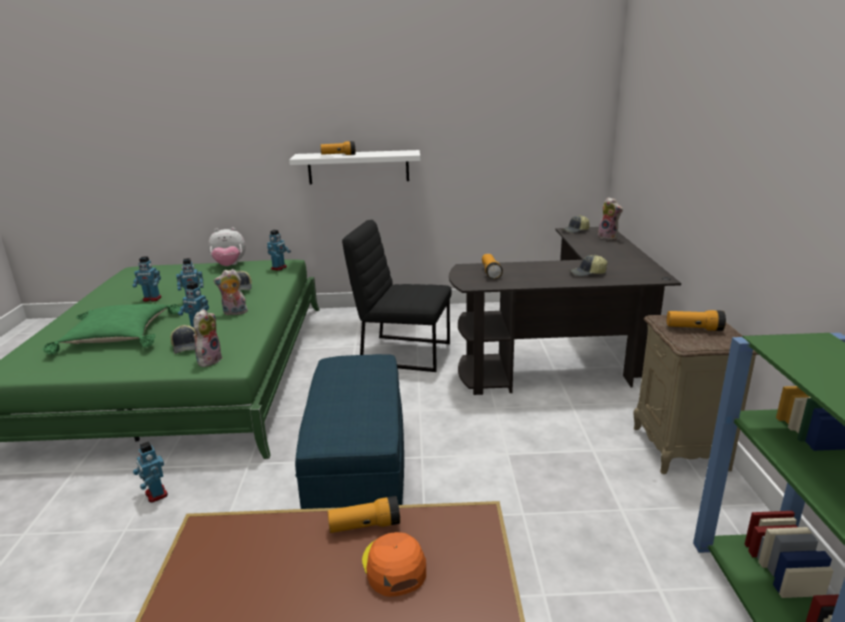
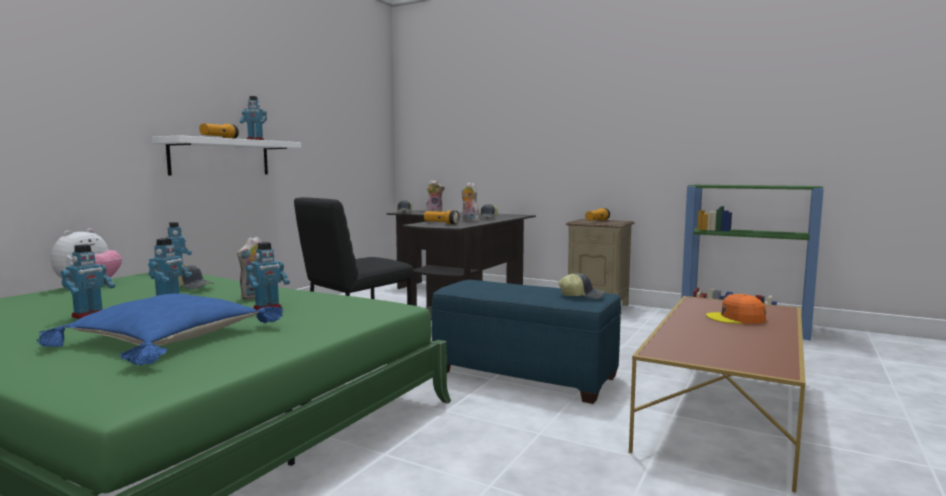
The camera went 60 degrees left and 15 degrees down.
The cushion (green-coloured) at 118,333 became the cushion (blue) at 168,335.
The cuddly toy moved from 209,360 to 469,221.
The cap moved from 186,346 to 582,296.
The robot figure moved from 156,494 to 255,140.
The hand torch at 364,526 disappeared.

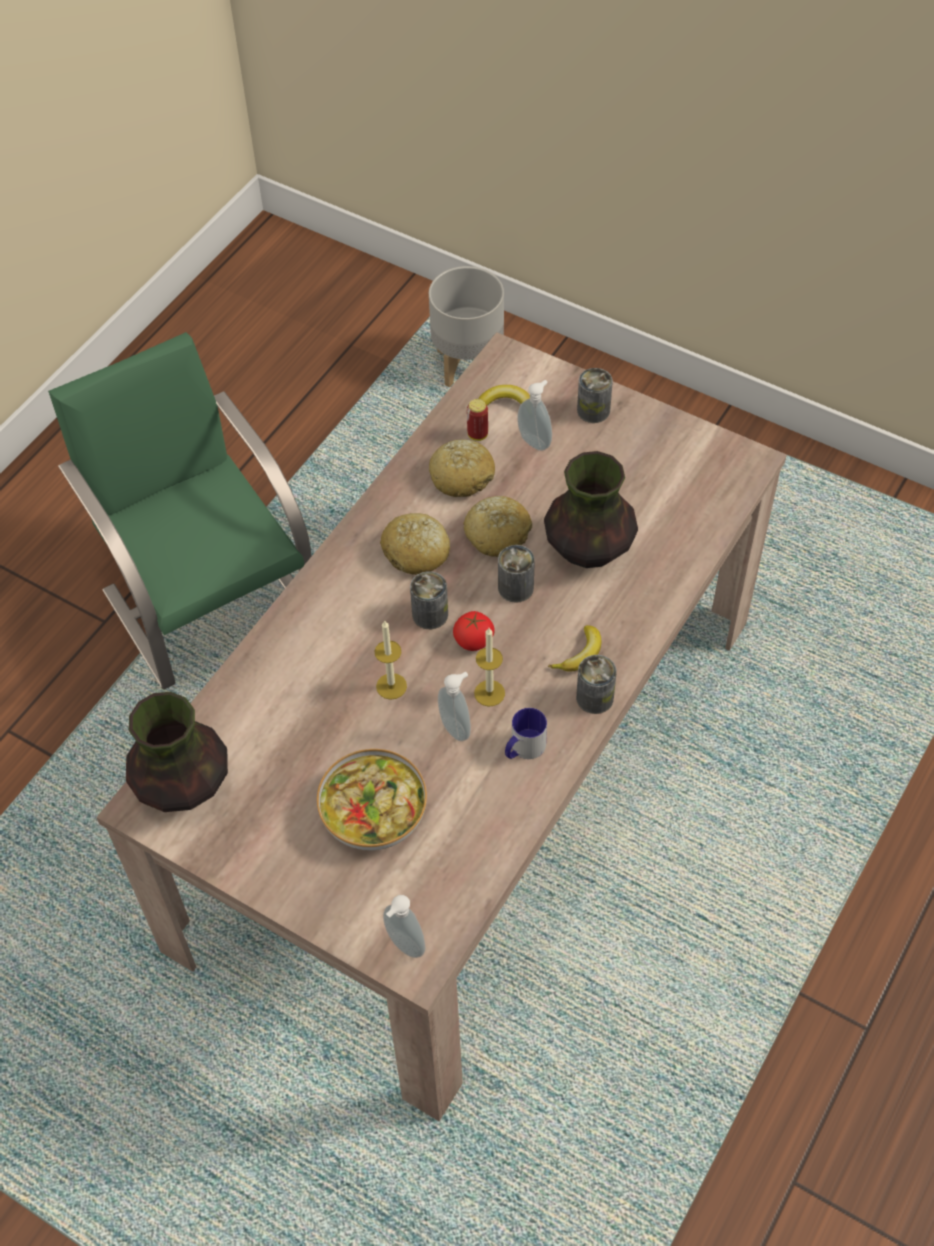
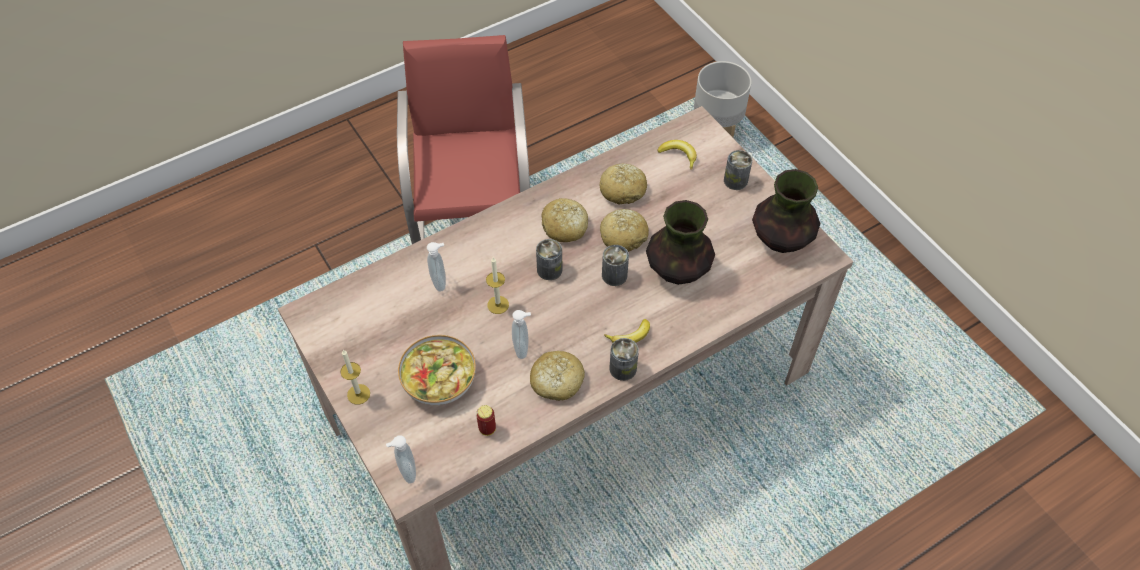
The camera went 25 degrees right and 0 degrees up.
The upright chair (green-coloured) at 209,599 became the upright chair (red) at 473,214.
The soap dispenser moved from 535,441 to 440,282.
The metal can moved from 477,435 to 487,428.
The whole tomato at 473,640 disappeared.
The wax candle moved from 489,693 to 358,394.
The vase moved from 184,786 to 781,239.
The mug at 523,749 was replaced by the bakery bread at 556,381.

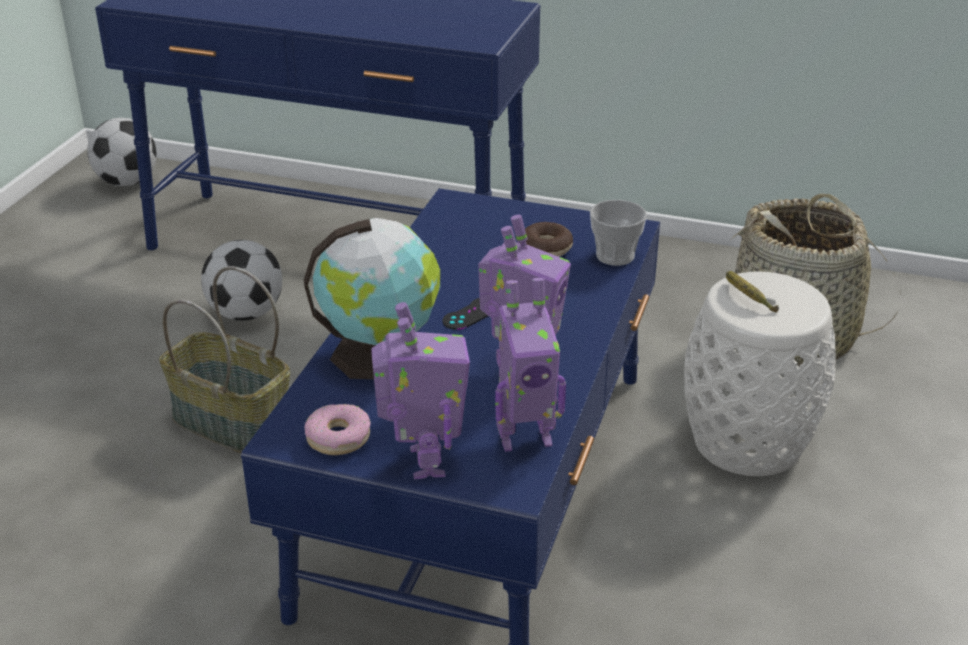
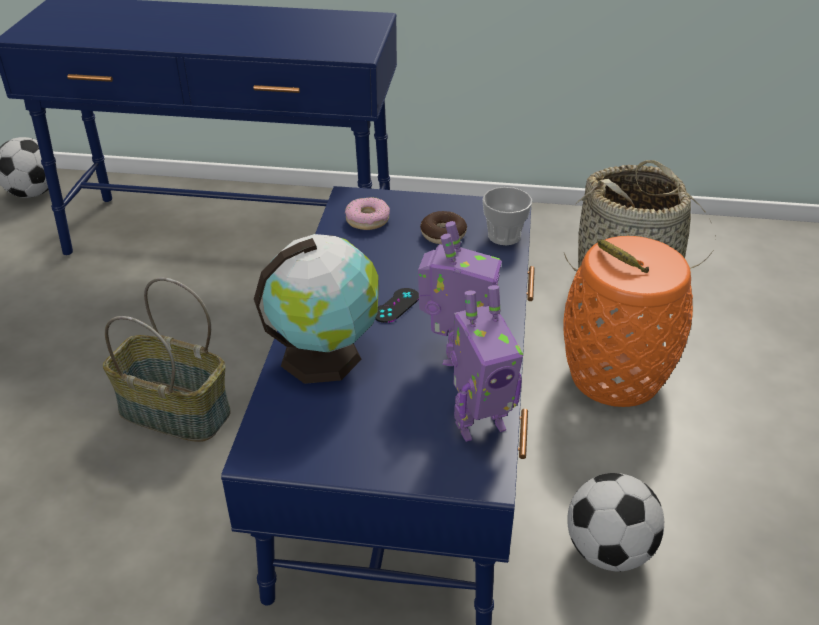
The camera went 10 degrees left and 5 degrees up.
The ball for football moved from 246,313 to 608,550.
The stool seat (white-coloured) at 748,442 became the stool seat (orangey) at 615,376.
The robot figure at 423,462 disappeared.
The doughnut moved from 338,437 to 367,220.

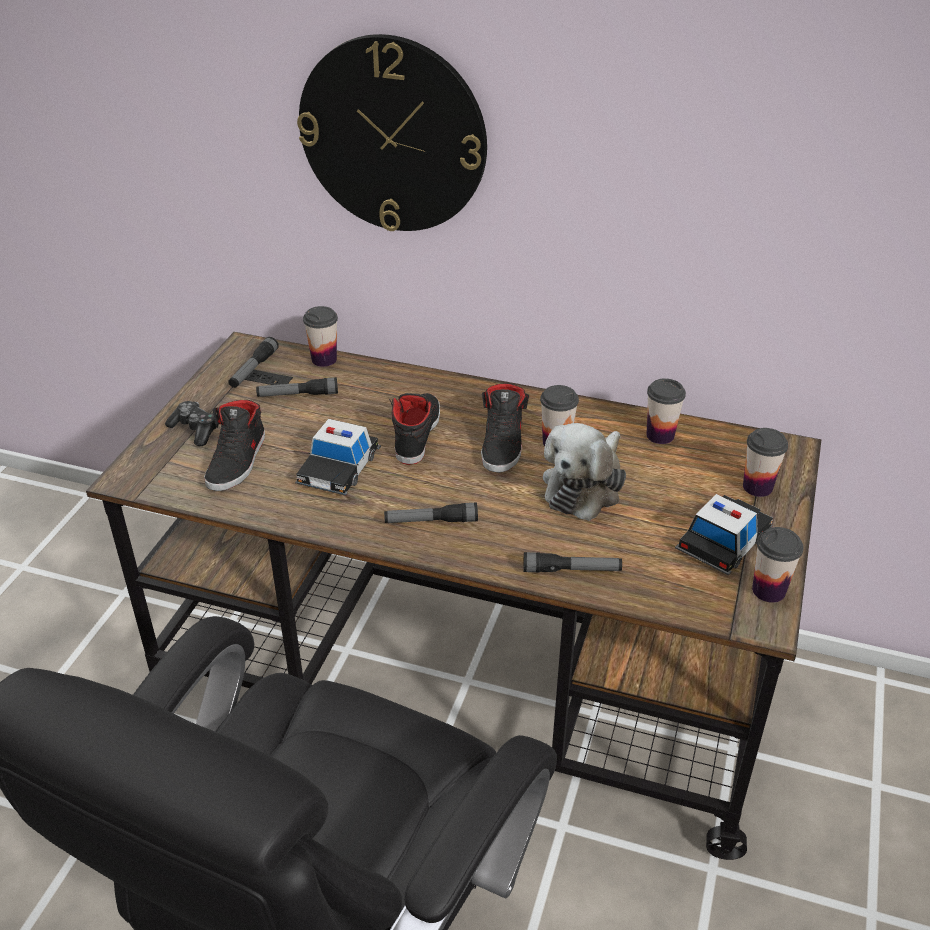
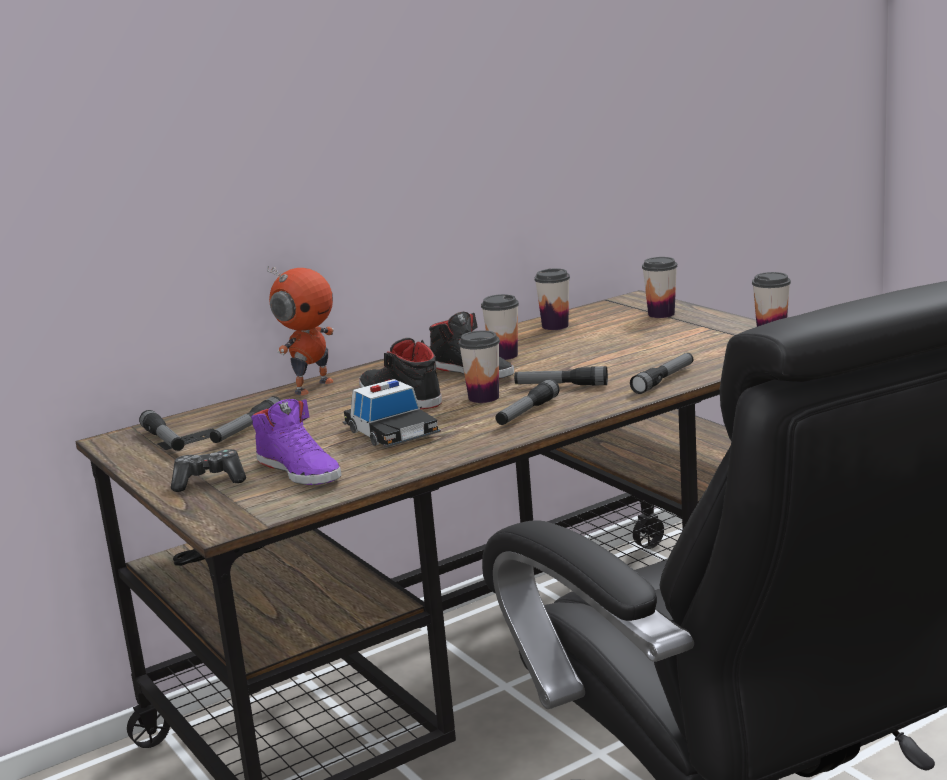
The camera went 50 degrees left and 20 degrees down.
The clock on the wall at 393,135 disappeared.
The small cup moved from 324,359 to 483,397.
The low shoe (blackish) at 238,461 became the low shoe (purplish) at 300,470.
The cuddly toy at 584,486 disappeared.
The miniature car at 723,541 disappeared.
The robot figure at 312,387 appeared.
The hand torch at 561,385 appeared.

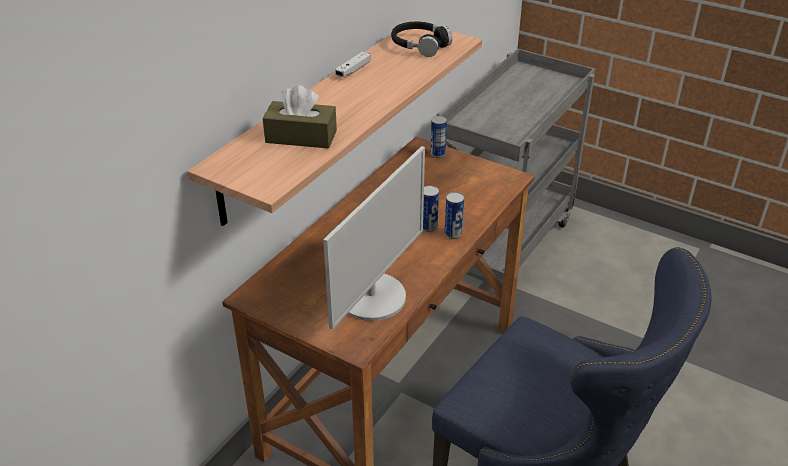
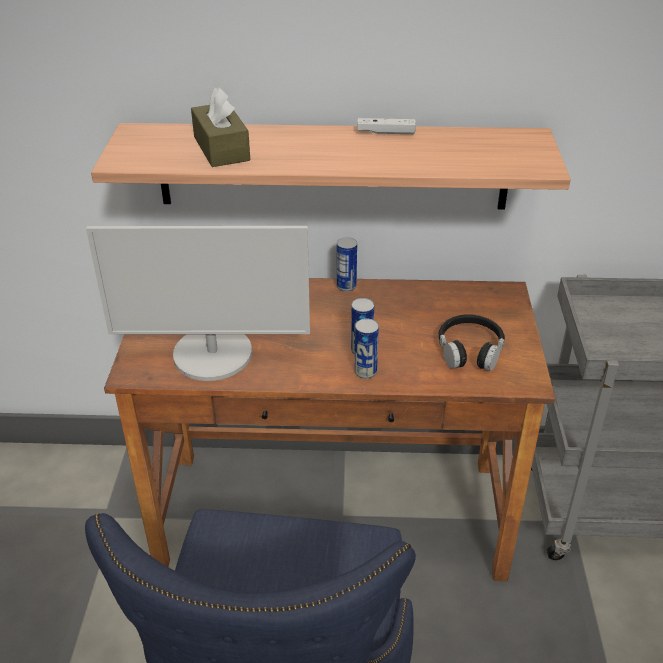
The camera went 60 degrees right and 0 degrees up.
The pair of headphones (blackish) moved from 420,45 to 470,350.
The metal can moved from 437,154 to 346,286.

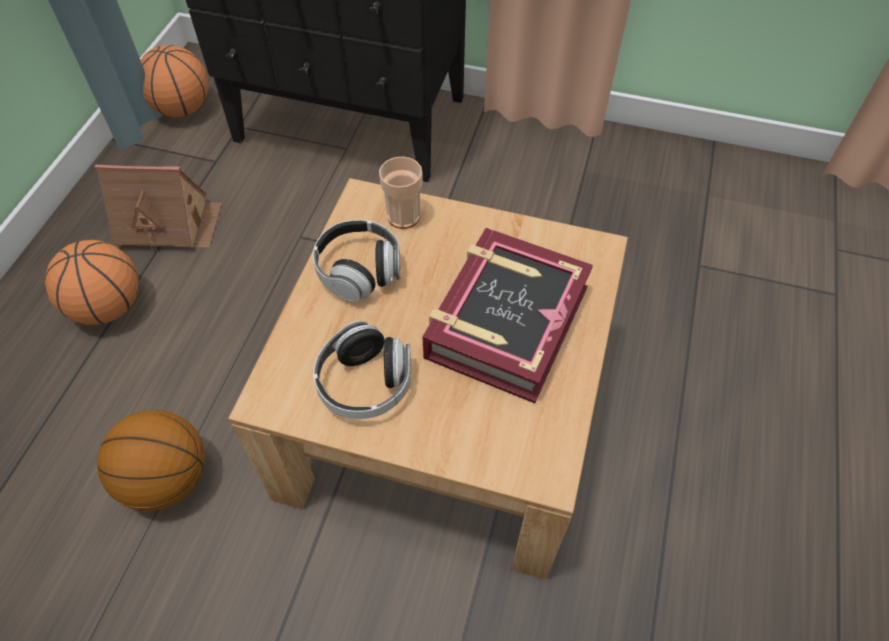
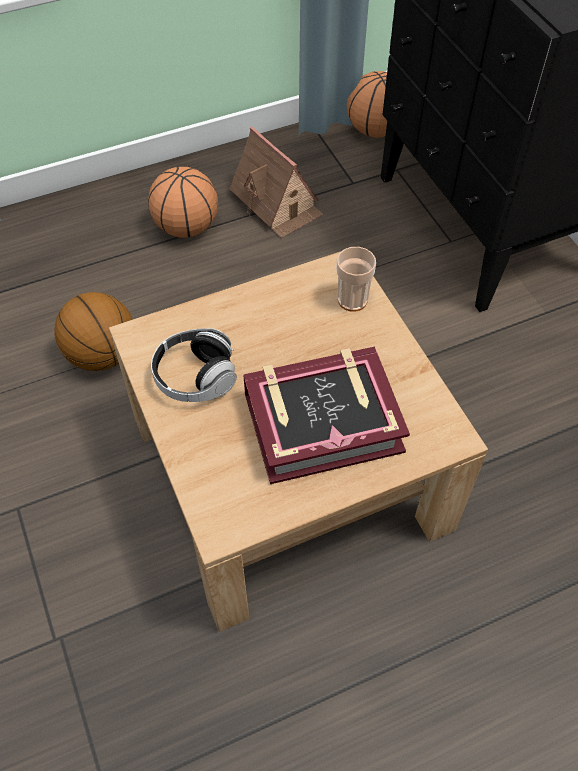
The camera went 50 degrees right and 0 degrees up.
The pair of headphones at 359,271 disappeared.

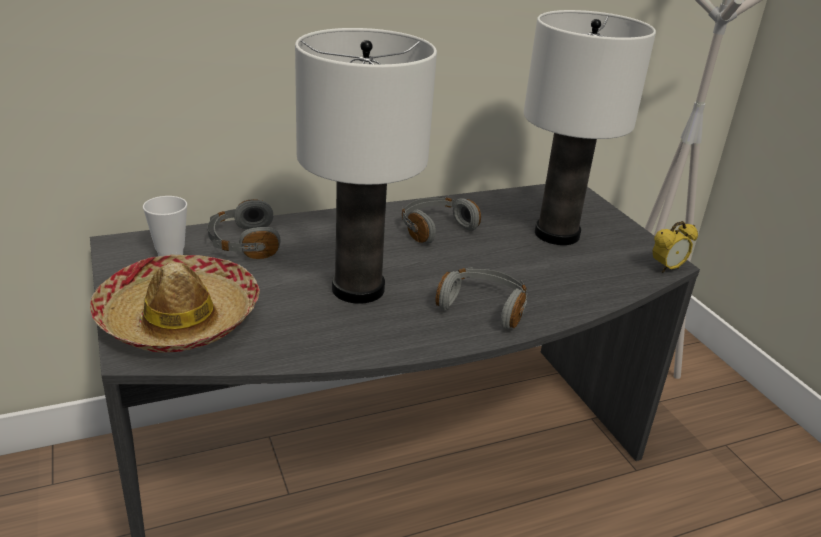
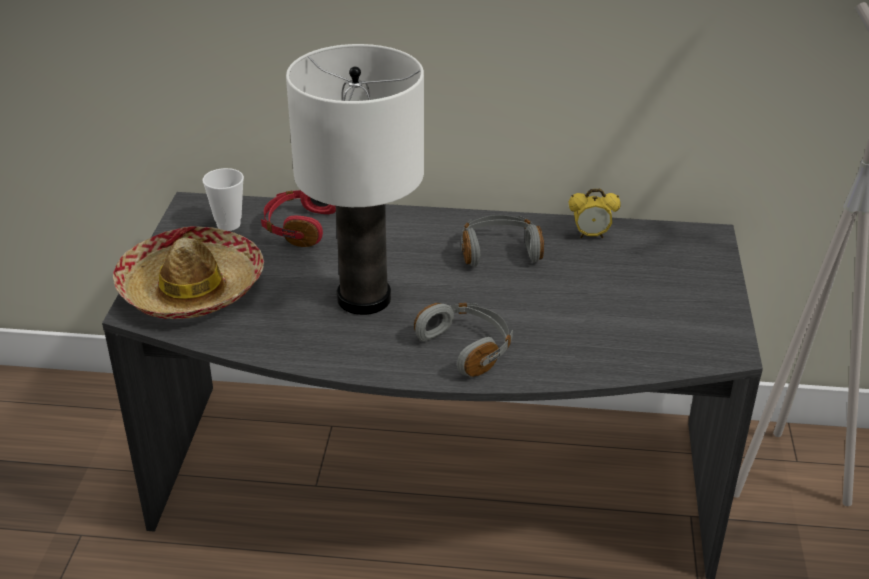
The camera went 30 degrees right and 5 degrees up.
The tabletop lamp (white-coloured) at 556,234 disappeared.
The pair of headphones (gray) at 243,243 became the pair of headphones (red) at 299,227.
The bedside clock moved from 667,268 to 591,235.

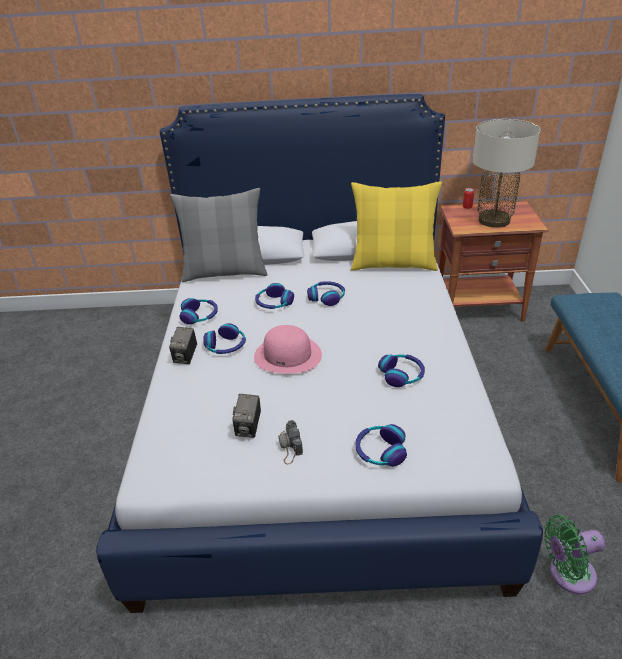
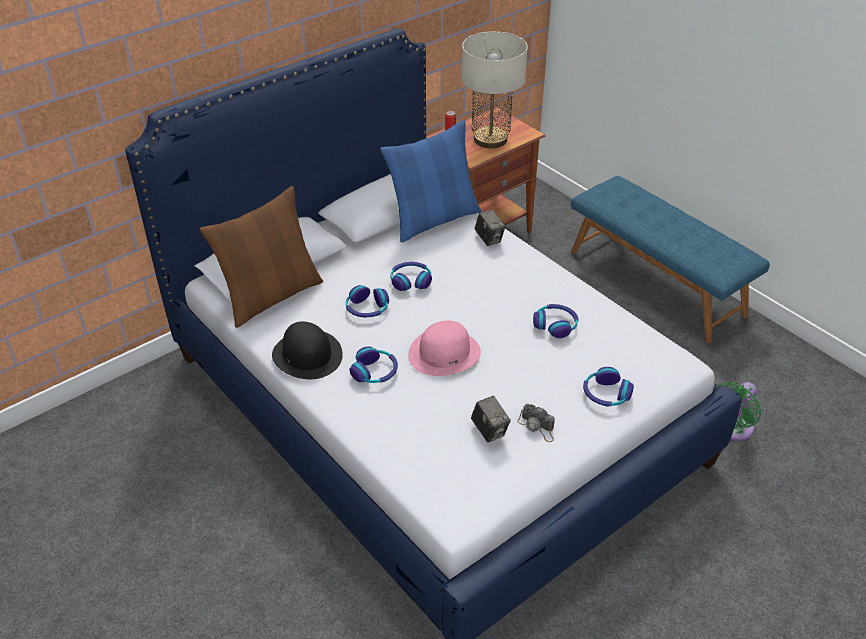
The camera went 40 degrees left and 5 degrees up.
The cushion (yellow) at 393,264 became the cushion (blue) at 433,220.
The cushion (gray) at 225,272 became the cushion (brown-coloured) at 271,297.
The pair of headphones at 200,316 was replaced by the clothing hat (blackish) at 307,355.
The still camera moved from 186,357 to 489,239.

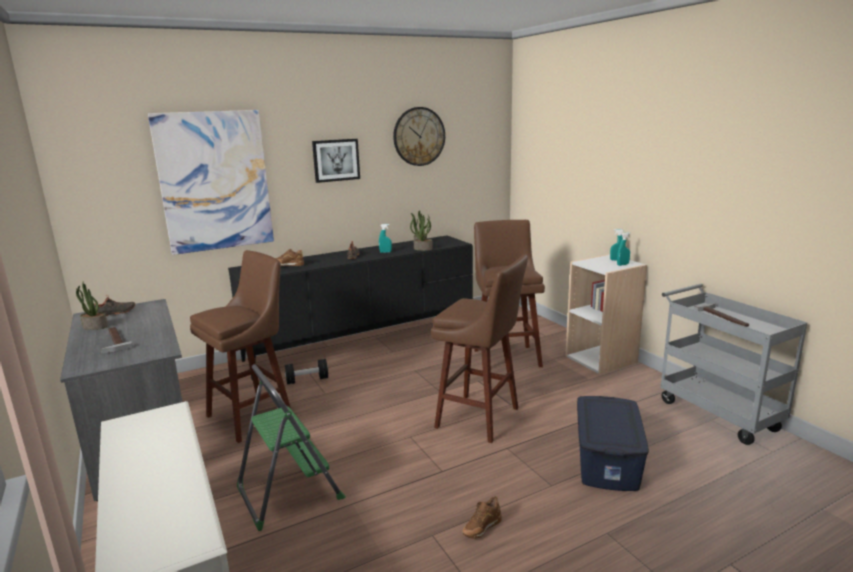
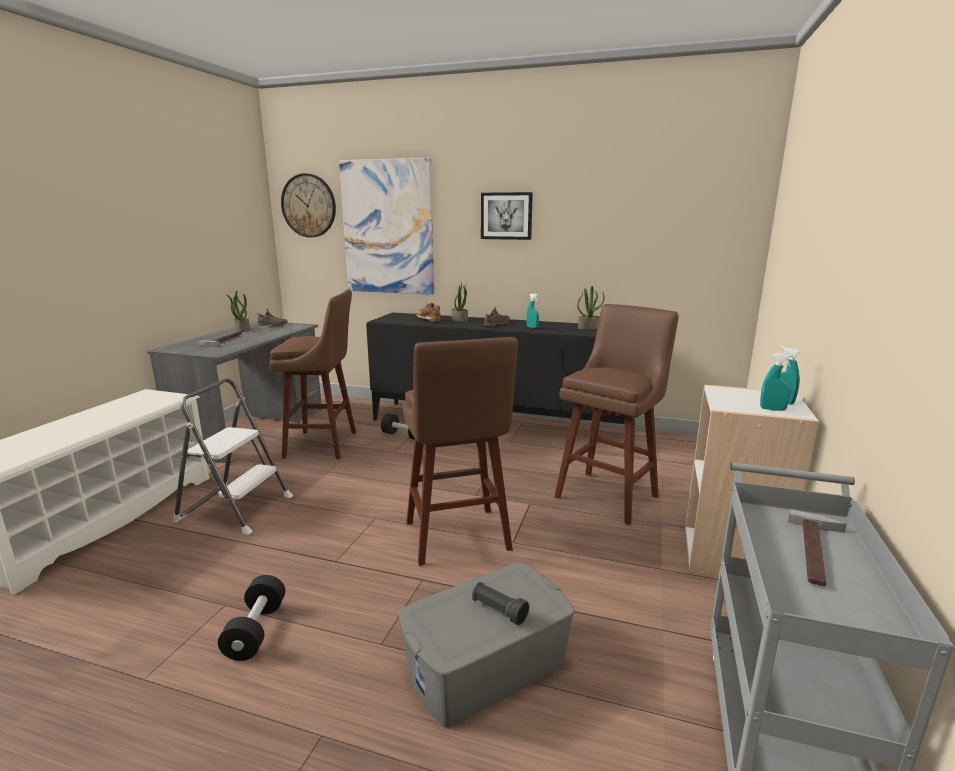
The camera went 45 degrees right and 0 degrees up.
The clock on the wall moved from 419,136 to 309,205.
The plant in a pot moved from 423,249 to 460,320.
The step stool (green-coloured) at 285,493 became the step stool (white-coloured) at 232,507.
The storage container (blue) at 607,460 became the storage container (gray) at 487,667.
The low shoe (brown-coloured) at 481,529 was replaced by the dumbbell (blackish) at 256,630.
The hand torch (blackish) at 499,611 appeared.

